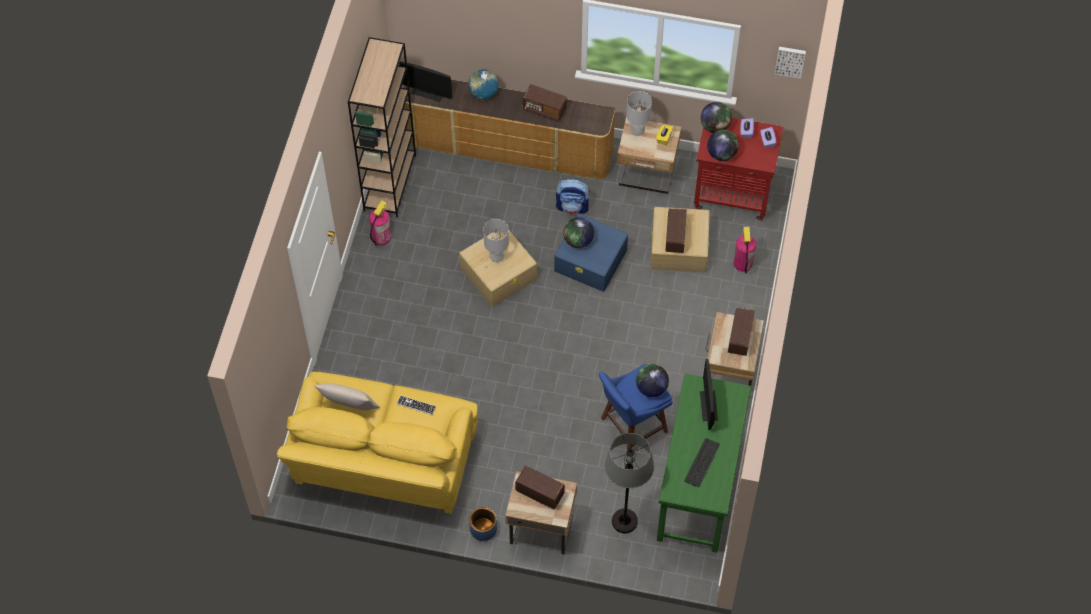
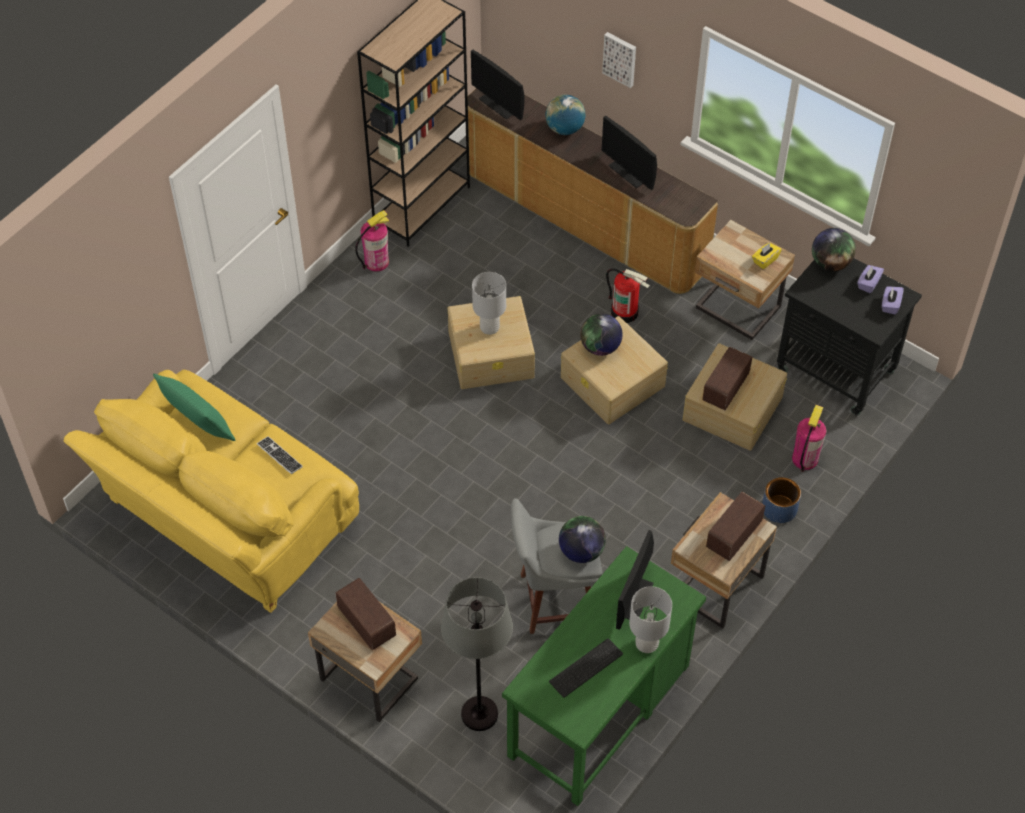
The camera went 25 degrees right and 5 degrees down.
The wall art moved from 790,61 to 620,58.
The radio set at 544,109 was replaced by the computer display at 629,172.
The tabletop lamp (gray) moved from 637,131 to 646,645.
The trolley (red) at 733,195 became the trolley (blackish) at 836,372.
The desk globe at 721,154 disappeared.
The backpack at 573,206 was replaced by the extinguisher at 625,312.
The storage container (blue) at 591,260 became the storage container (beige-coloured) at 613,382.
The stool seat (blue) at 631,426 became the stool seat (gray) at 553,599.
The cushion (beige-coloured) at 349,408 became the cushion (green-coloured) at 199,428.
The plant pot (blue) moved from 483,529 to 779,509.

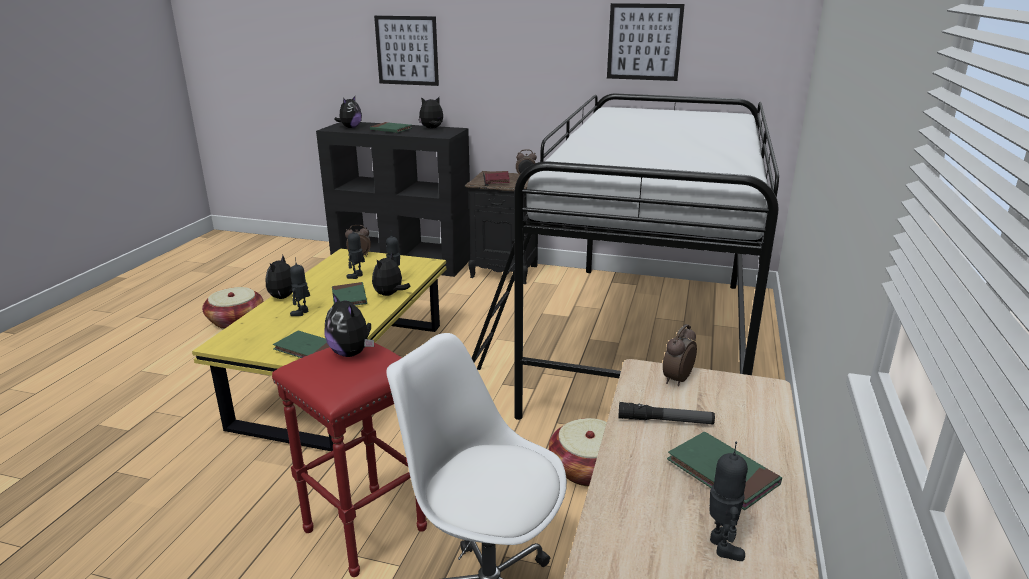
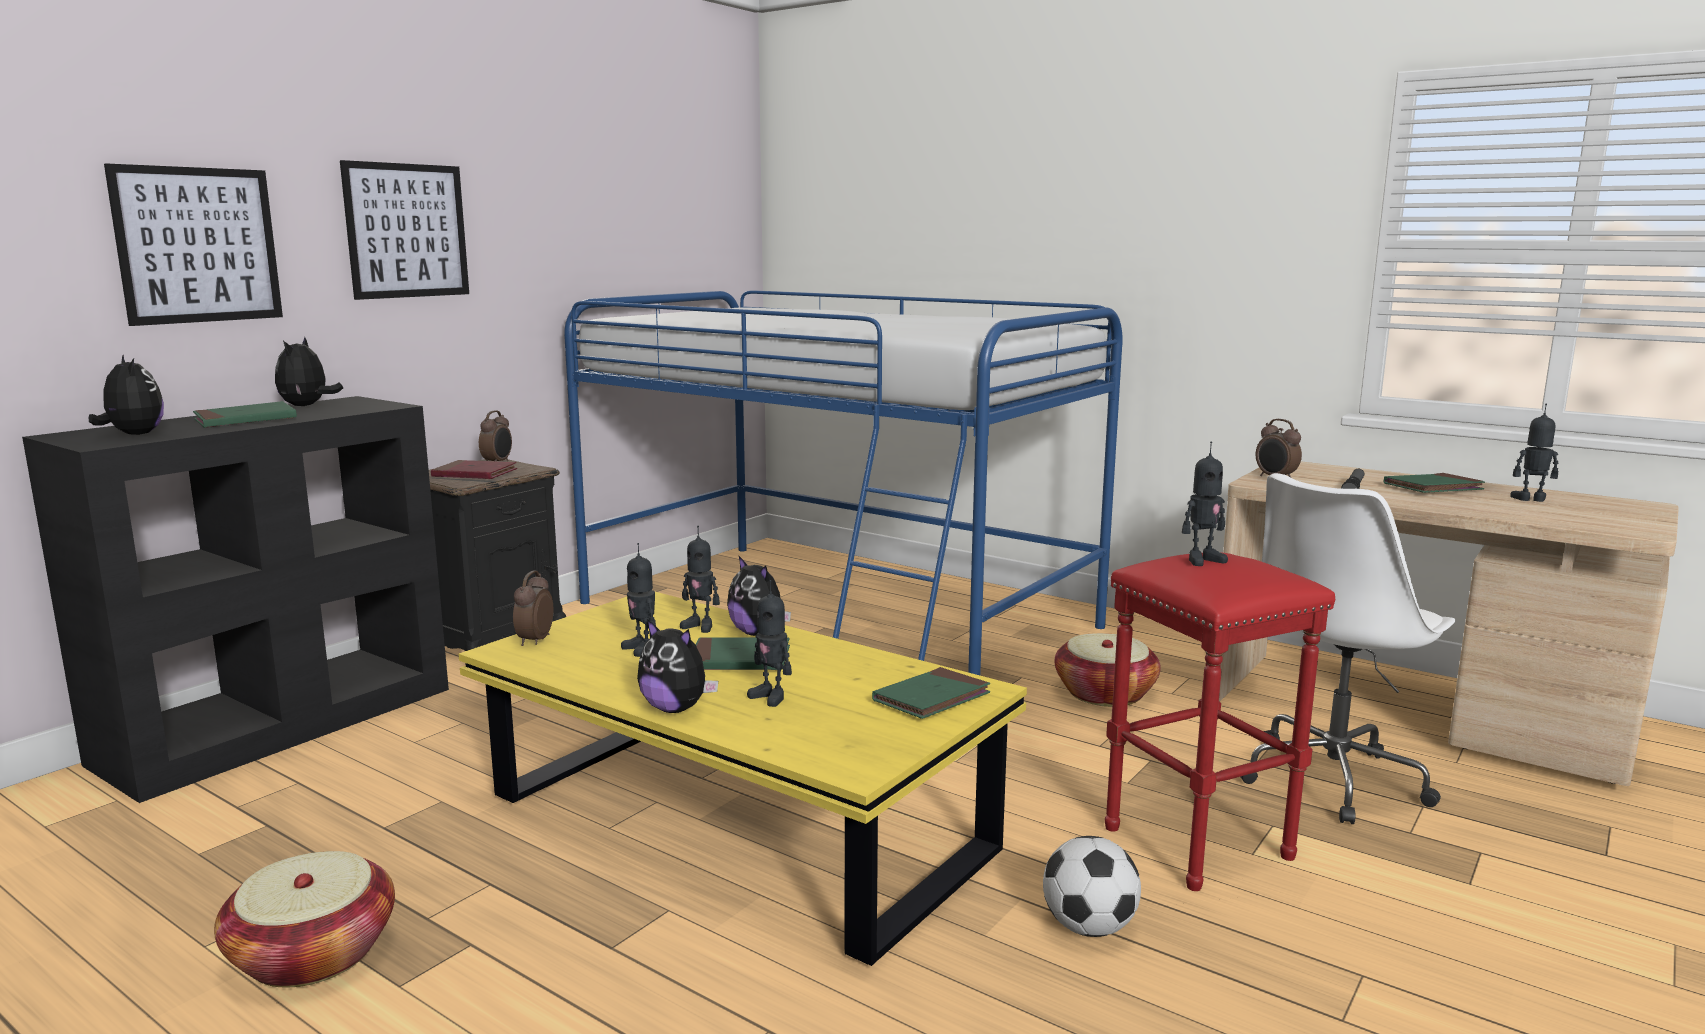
The camera went 70 degrees left and 10 degrees down.
The wall art moved from 644,42 to 407,231.
The bedroom bed (blackish) at 639,343 became the bedroom bed (blue) at 836,618.
The cuddly toy at 351,353 was replaced by the robot figure at 1202,560.
The ball for football at 1089,928 appeared.

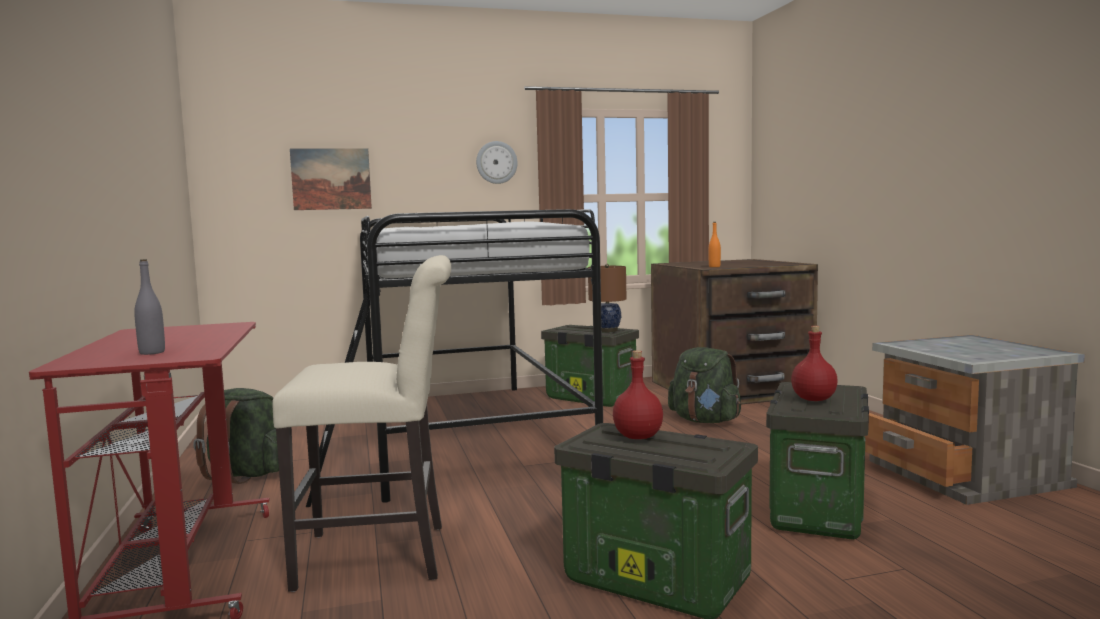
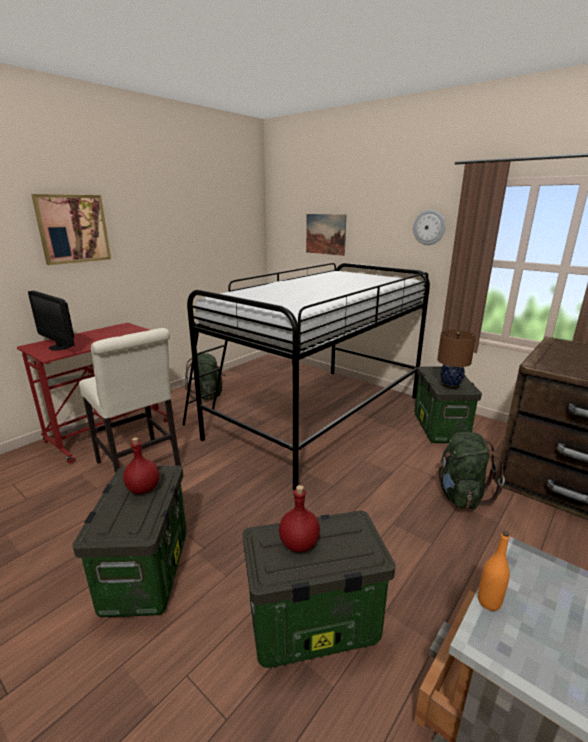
The camera went 55 degrees right and 15 degrees up.
The beverage bottle (orangey) moved from 714,267 to 489,602.
The beverage bottle (gray) at 152,352 was replaced by the computer display at 59,347.
The wall art at 73,229 appeared.

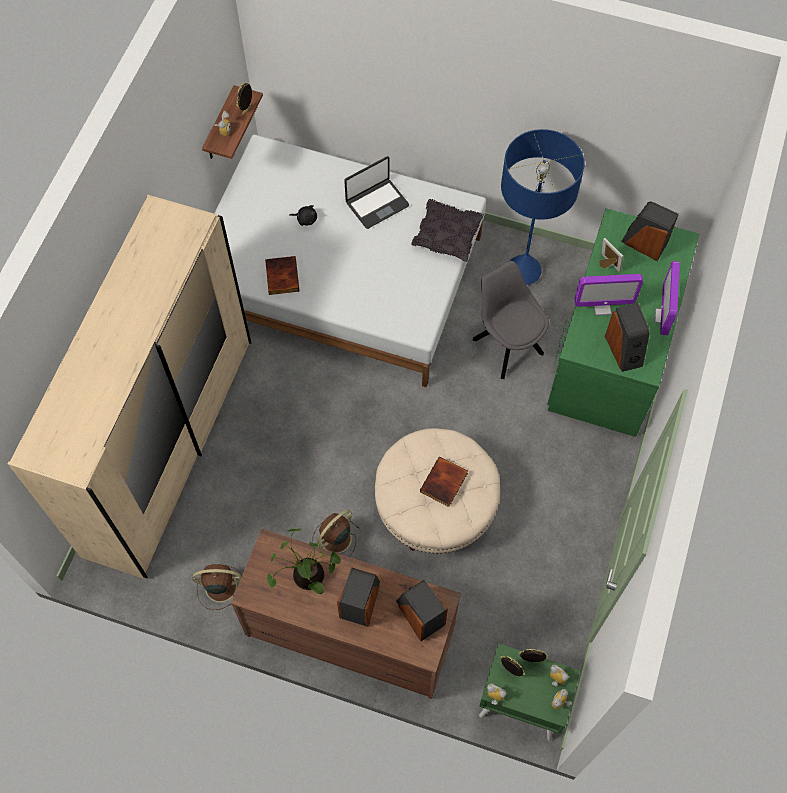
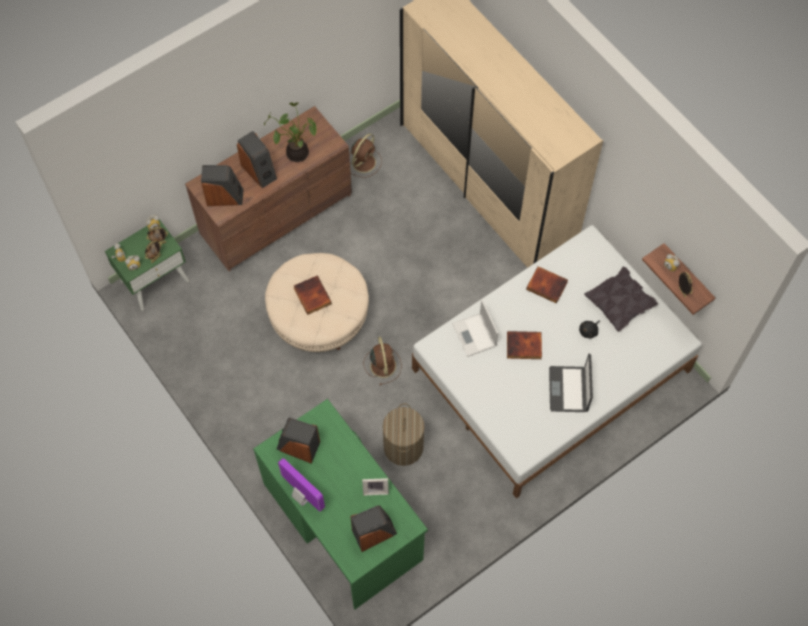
The camera went 125 degrees right and 0 degrees up.
The floor lamp (blue) at 523,272 disappeared.
The cushion (blackish) moved from 447,235 to 620,302.
The upright chair (gray) at 507,346 was replaced by the laundry basket at 403,447.
The computer display at 602,307 disappeared.
The electric fan (brown-coloured) moved from 334,539 to 382,364.
The portable computer at 474,335 appeared.
The book at 523,347 appeared.

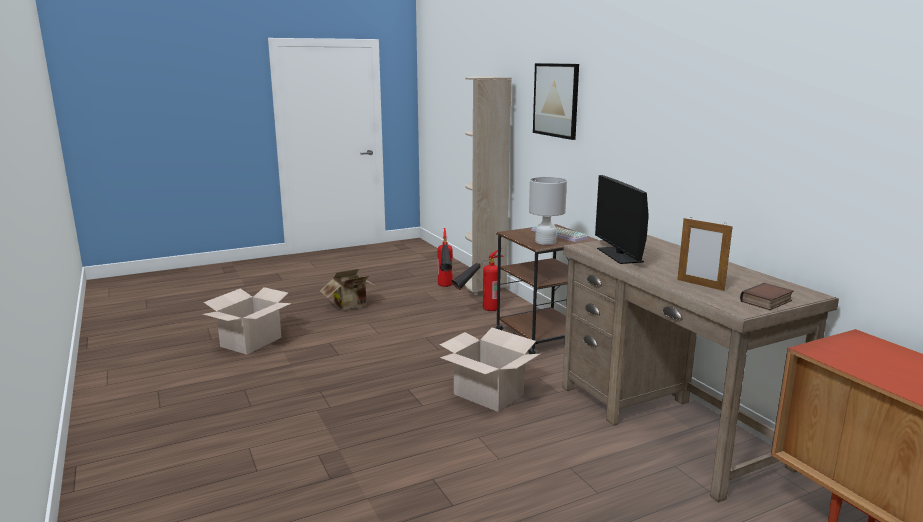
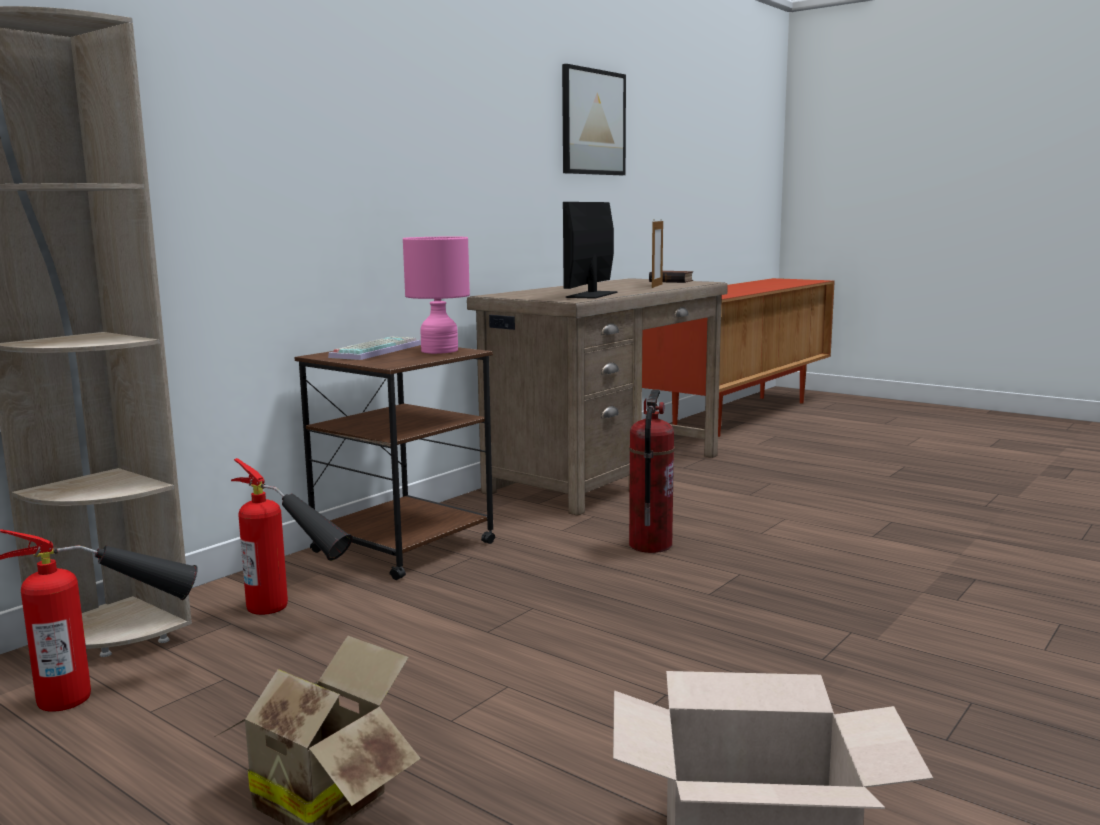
The camera went 115 degrees left and 5 degrees down.
The wall art moved from 556,100 to 593,122.
The computer display at 619,255 turned 150 degrees clockwise.
The tabletop lamp (gray) at 545,242 became the tabletop lamp (pinkish) at 438,351.
The carton at 489,394 was replaced by the extinguisher at 650,545.

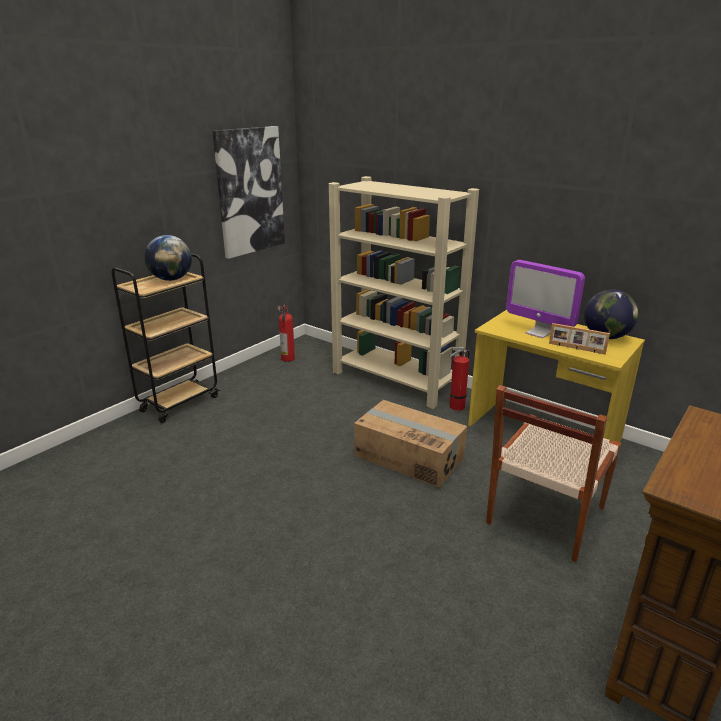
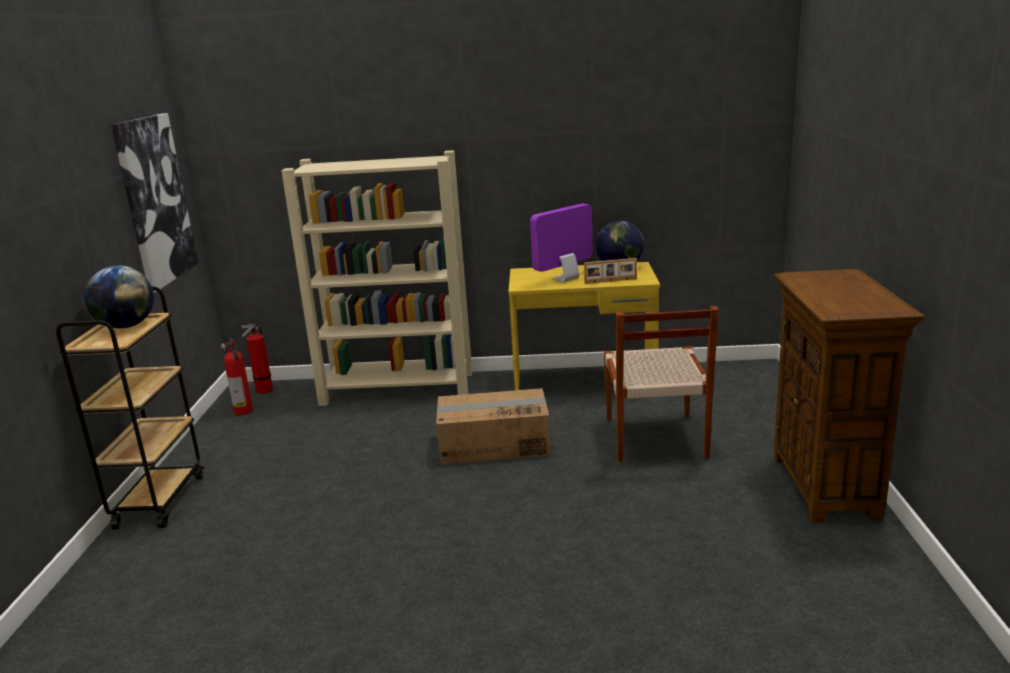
The camera went 35 degrees left and 5 degrees down.
The computer display at 538,333 turned 135 degrees clockwise.
The extinguisher moved from 455,407 to 263,391.

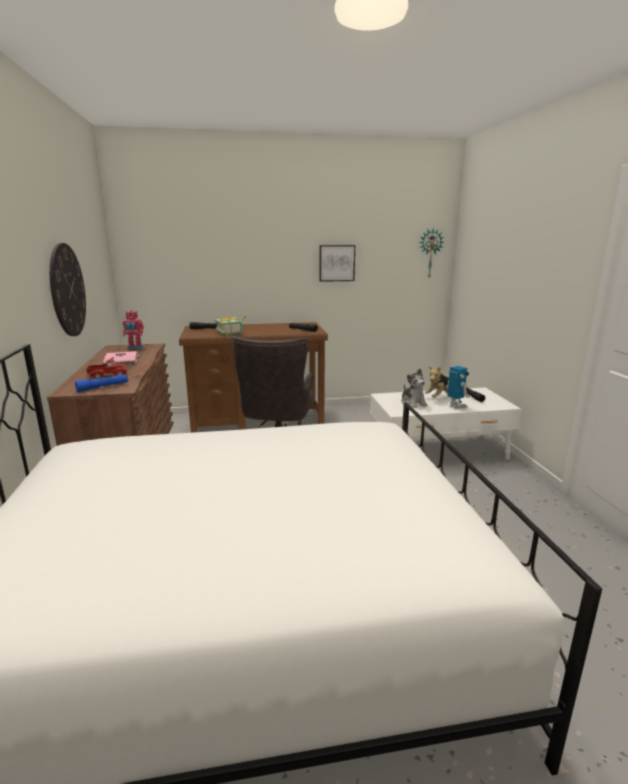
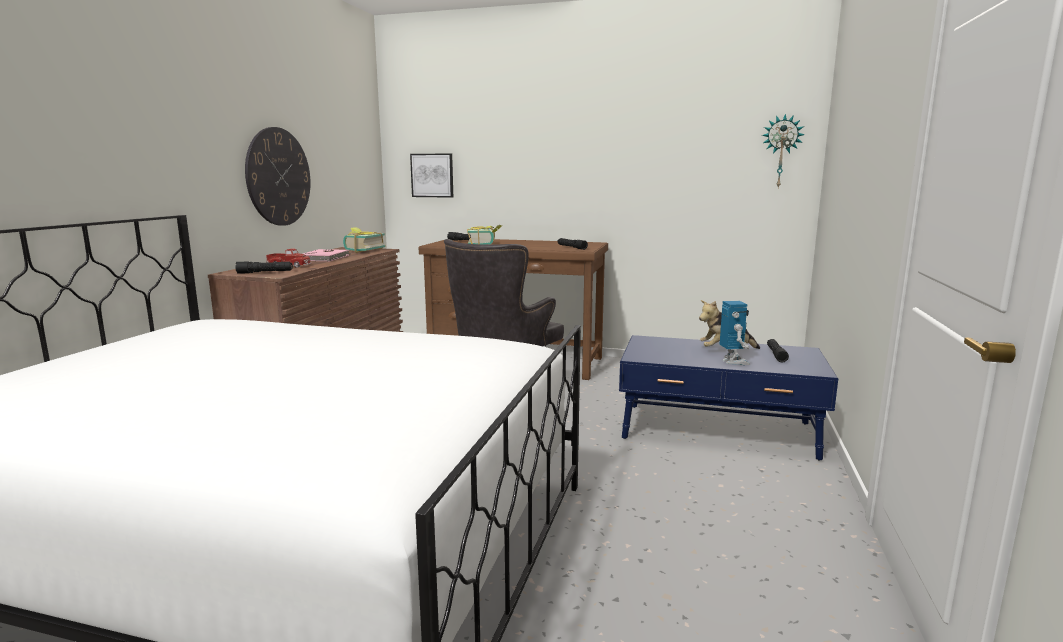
The camera went 25 degrees right and 5 degrees down.
The wall art moved from 336,263 to 432,175.
The robot figure at 135,348 was replaced by the book at 361,250.
The cuddly toy at 413,403 disappeared.
The hand torch (blue) at 103,387 became the hand torch (blackish) at 265,272.
The coffee table (white-coloured) at 438,451 became the coffee table (blue) at 718,431.

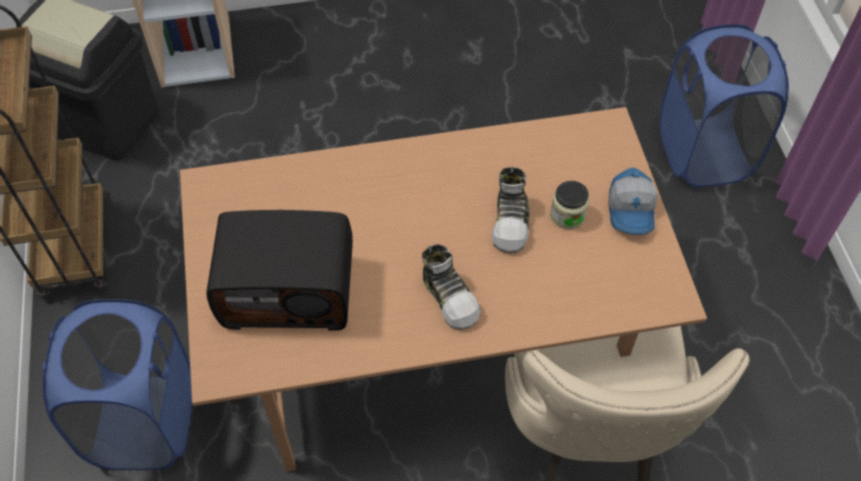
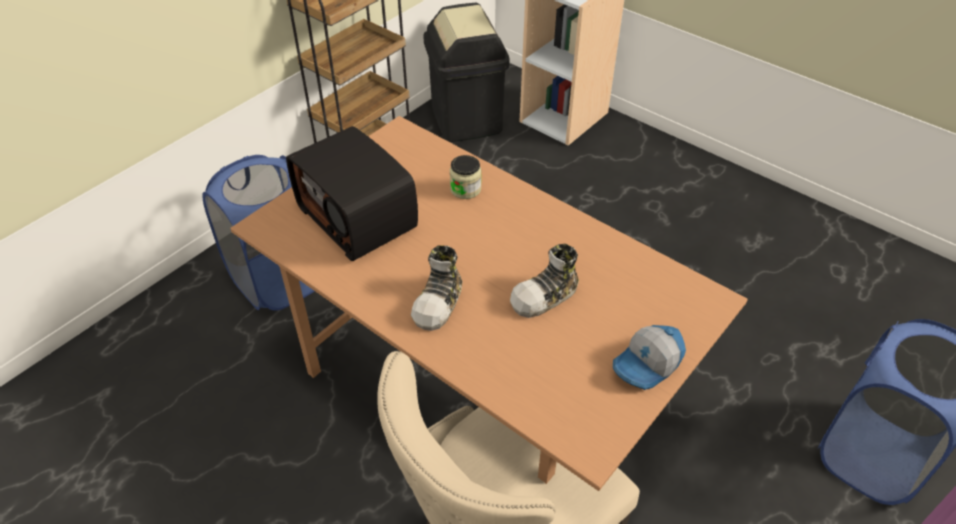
The camera went 50 degrees right and 10 degrees down.
The jar moved from 567,215 to 465,189.

